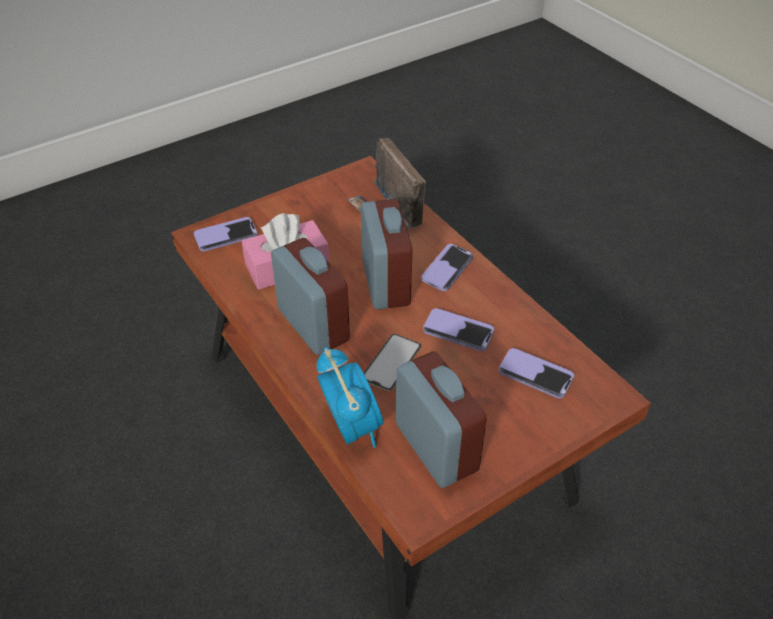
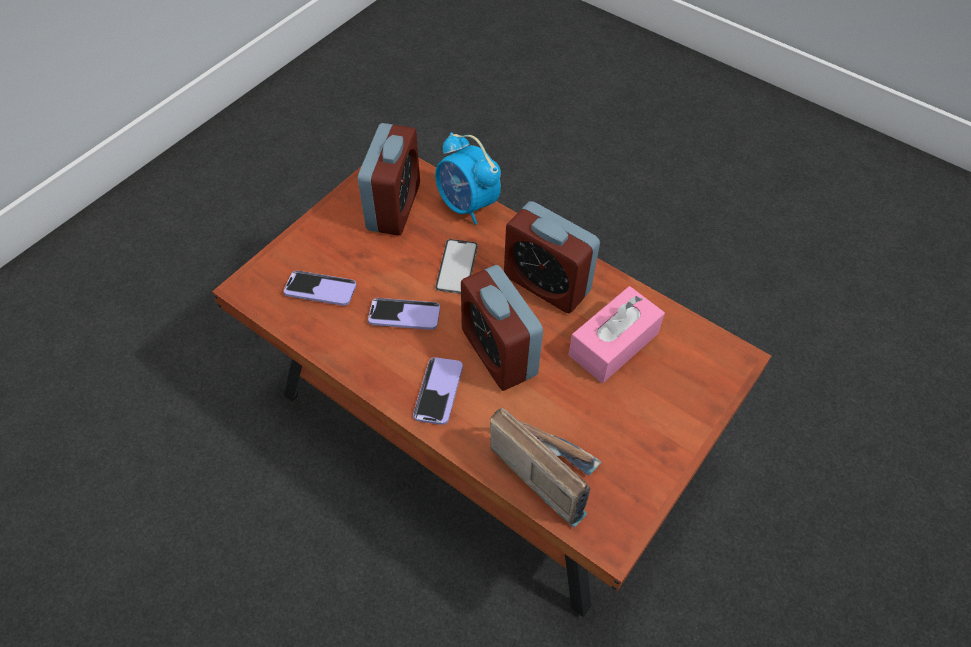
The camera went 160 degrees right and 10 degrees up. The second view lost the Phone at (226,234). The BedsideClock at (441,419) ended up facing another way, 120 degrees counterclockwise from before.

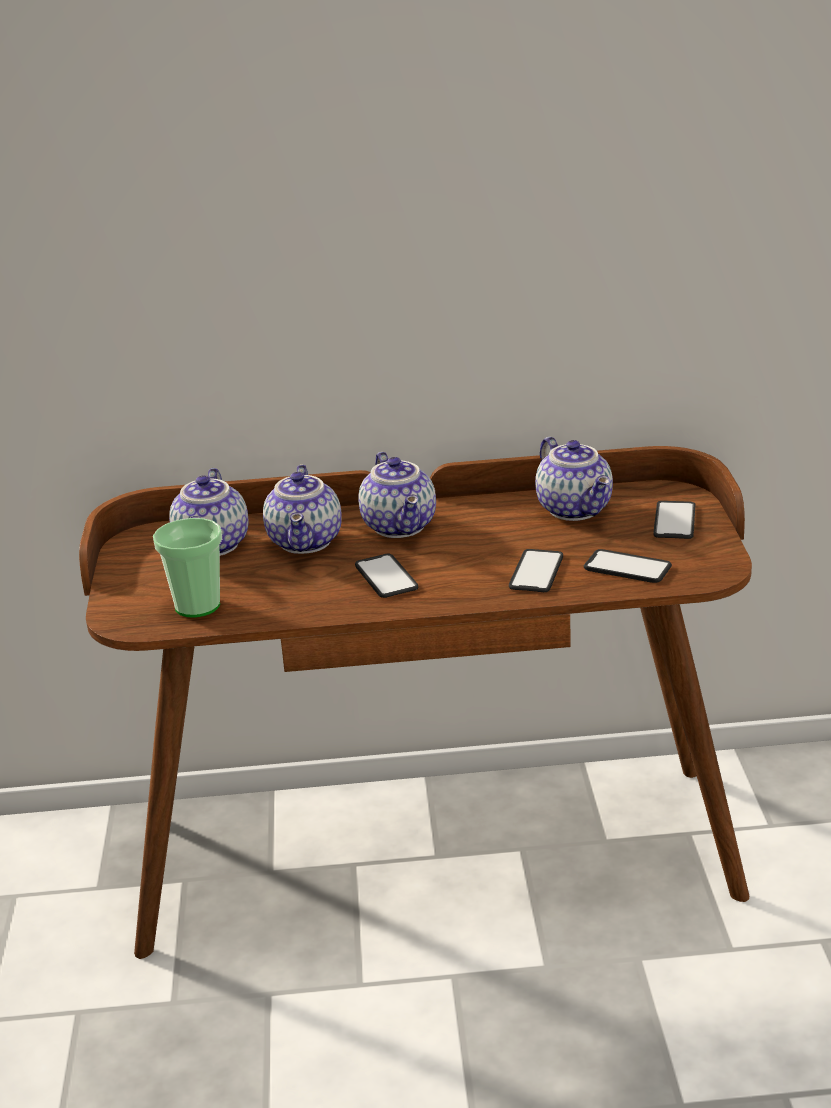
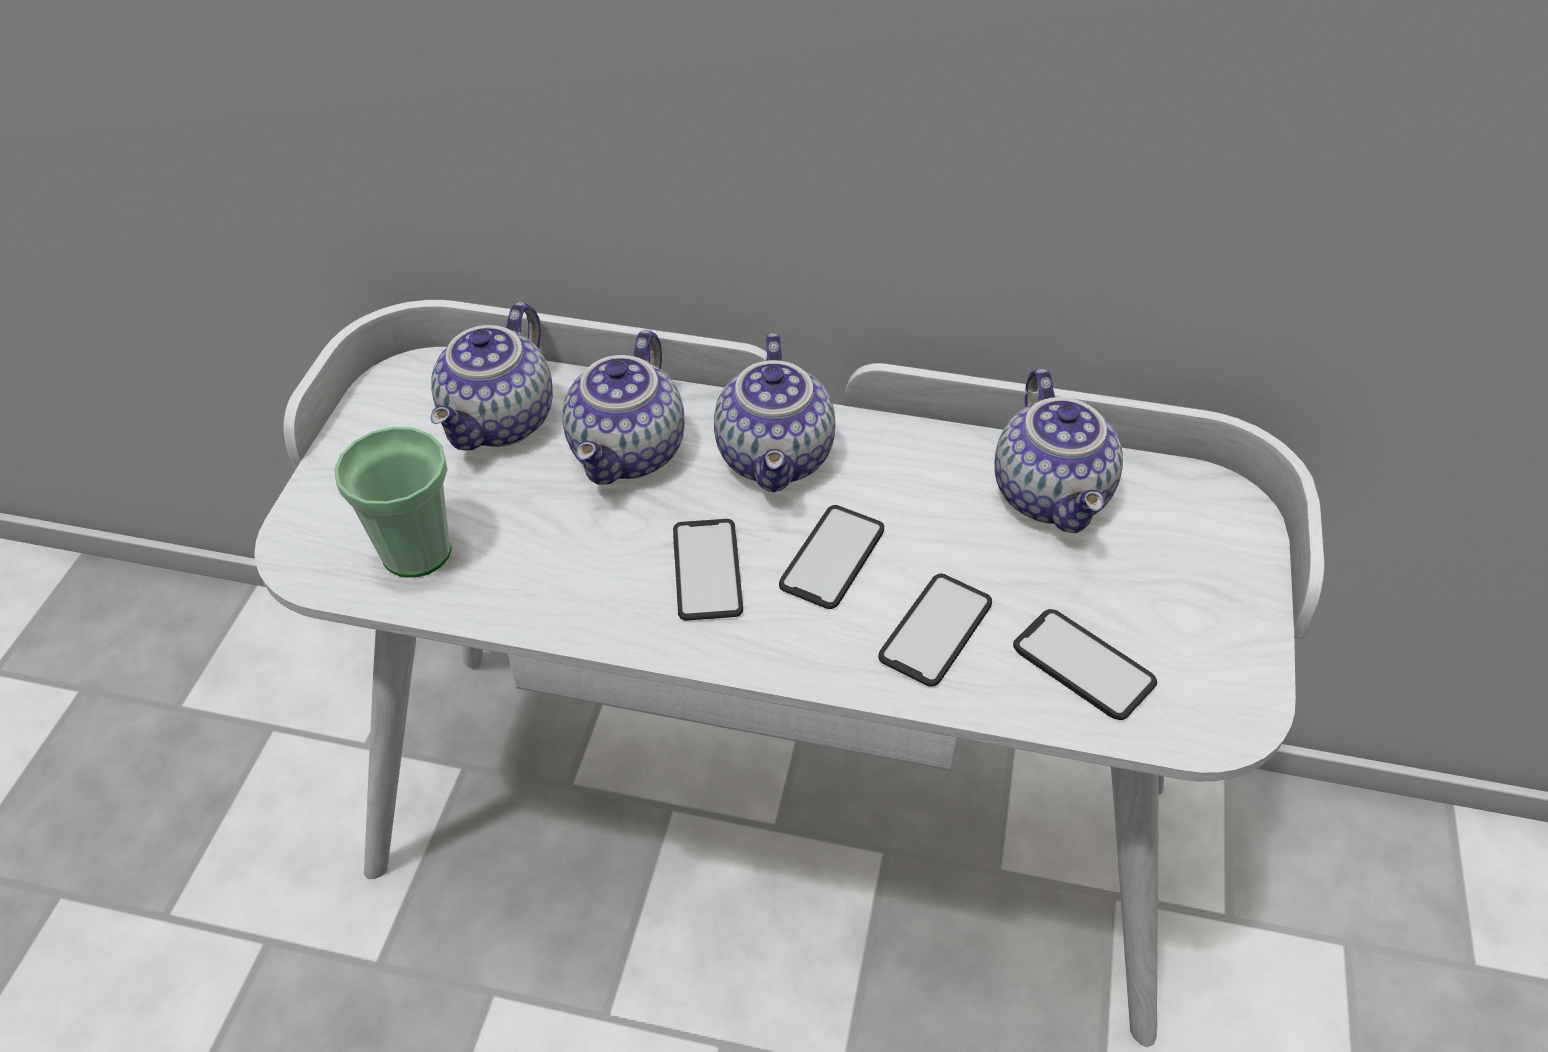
The camera went 15 degrees right and 20 degrees up. What was the BrownColouredDesk at (415,702) turned into the WhiteColouredDesk at (789,673). The Phone ended up elsewhere, having gone from (674,520) to (831,557).

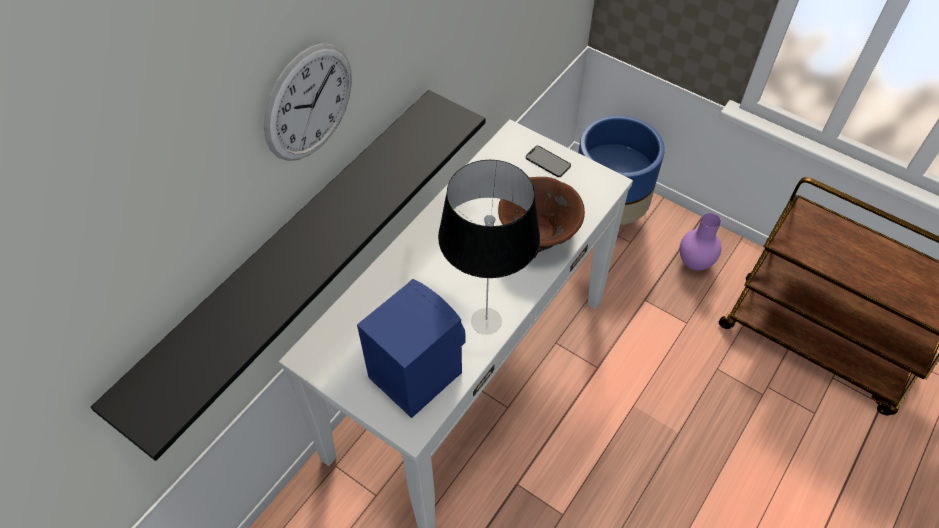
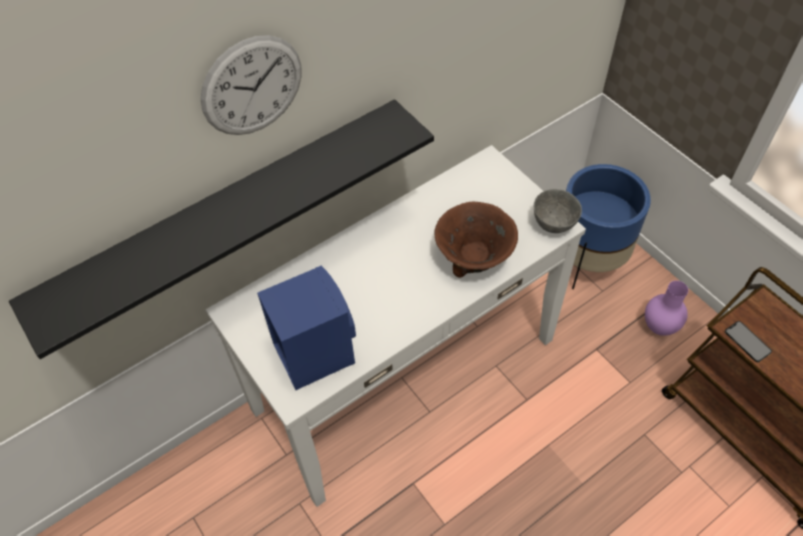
The camera went 20 degrees right and 0 degrees up. The Phone ended up elsewhere, having gone from (548,161) to (748,341). The second view lost the LampForATable at (489,247). The second view gained the GreyishServingBowl at (558,211).

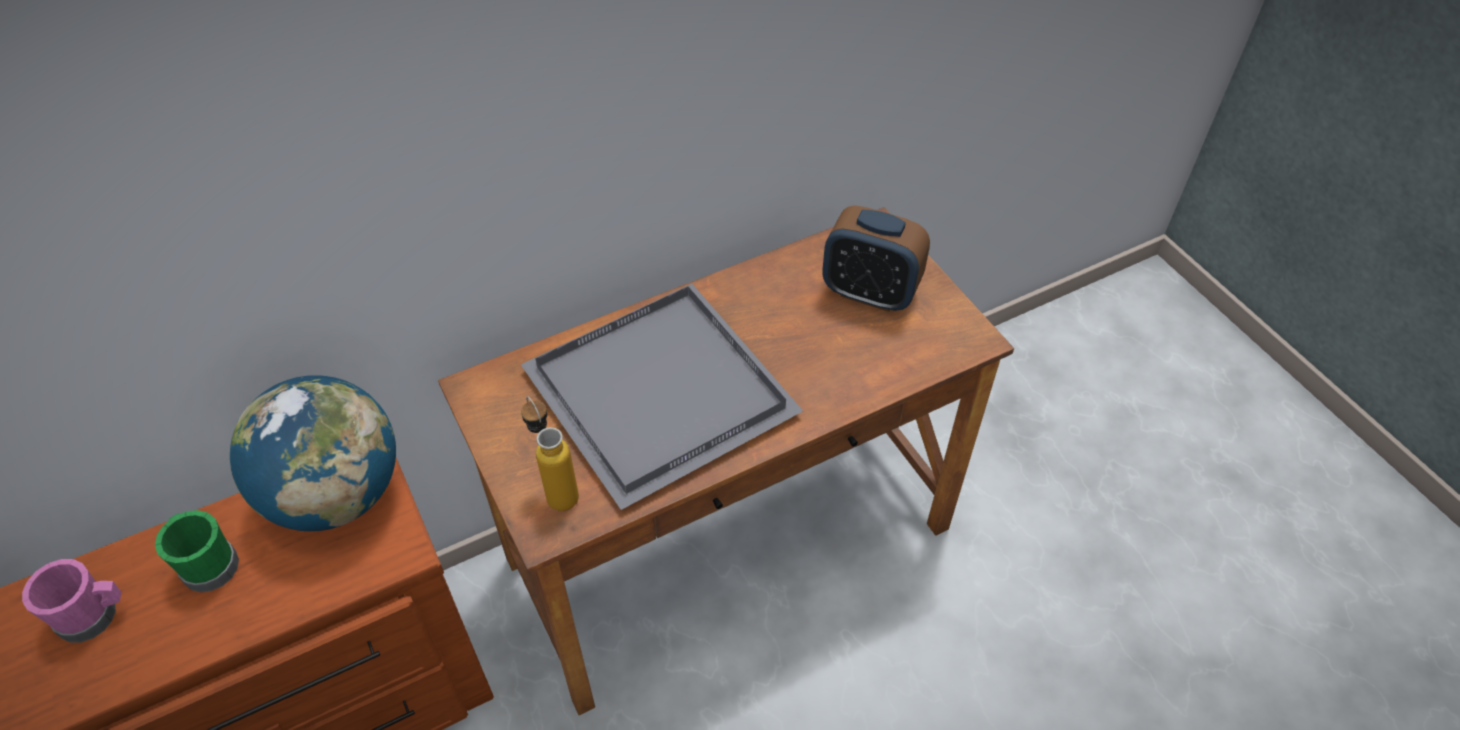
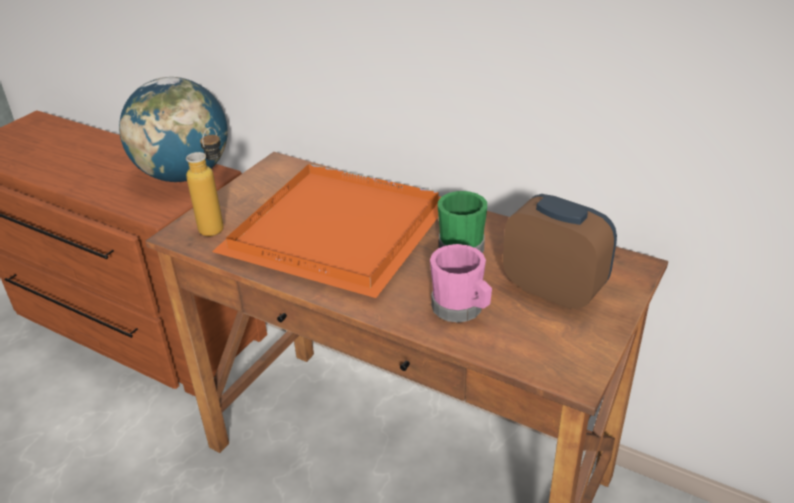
The camera went 60 degrees right and 15 degrees down. The BedsideClock at (876,258) ended up facing another way, 135 degrees clockwise from before. What was the GreyishTray at (662,397) turned into the OrangeColouredTray at (326,231). The GreenMug ended up elsewhere, having gone from (197,551) to (462,222). The PinkishMug ended up elsewhere, having gone from (71,600) to (461,283).

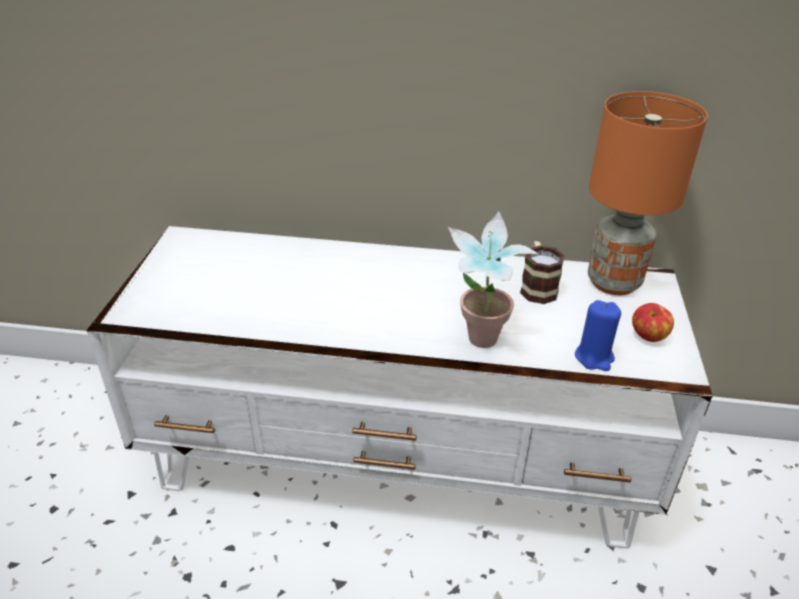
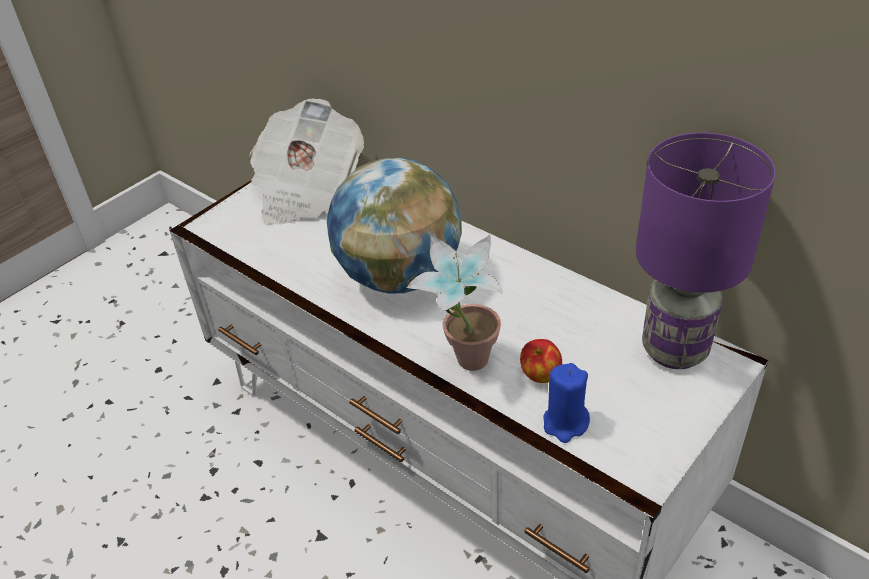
The camera went 35 degrees right and 5 degrees up. What was the OrangeColouredLampForATable at (648,193) turned into the PurplishLampForATable at (706,251). The second view lost the Mug at (542,272). The AppleFruit ended up elsewhere, having gone from (653,322) to (541,361). The second view gained the DailyPaper at (306,161). The second view gained the DeskGlobe at (394,226).

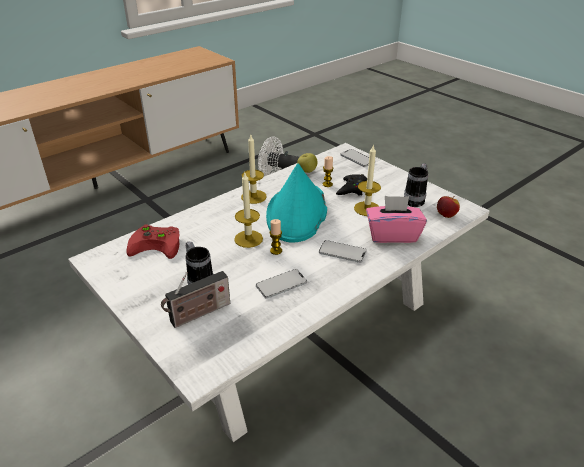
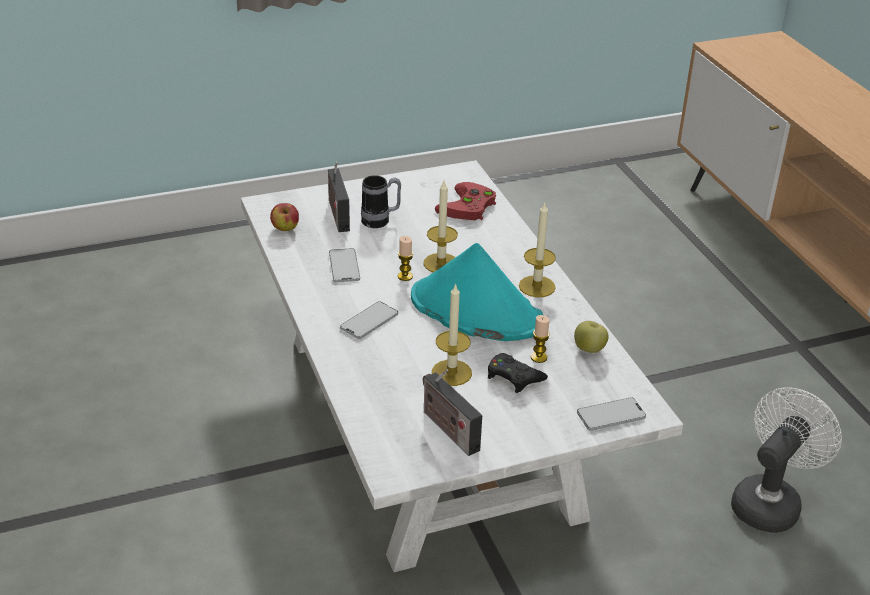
The camera went 110 degrees right and 0 degrees up. Where the Mug stood at (416,185), the RadioSet came to stand at (452,412). The second view lost the PinkishTissueBox at (396,219). The AppleFruit ended up elsewhere, having gone from (448,207) to (284,217).

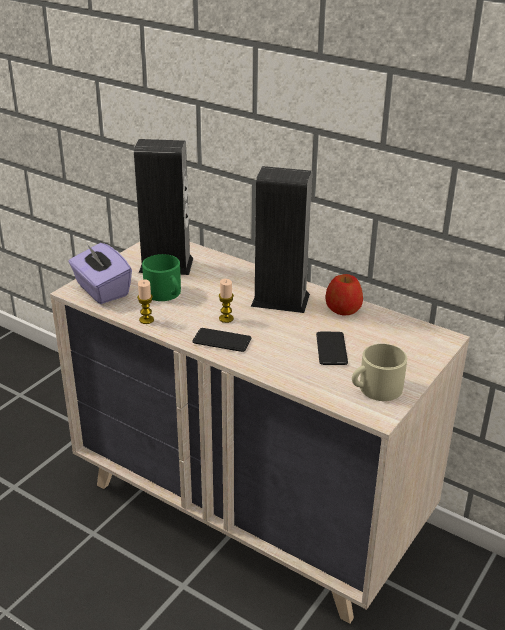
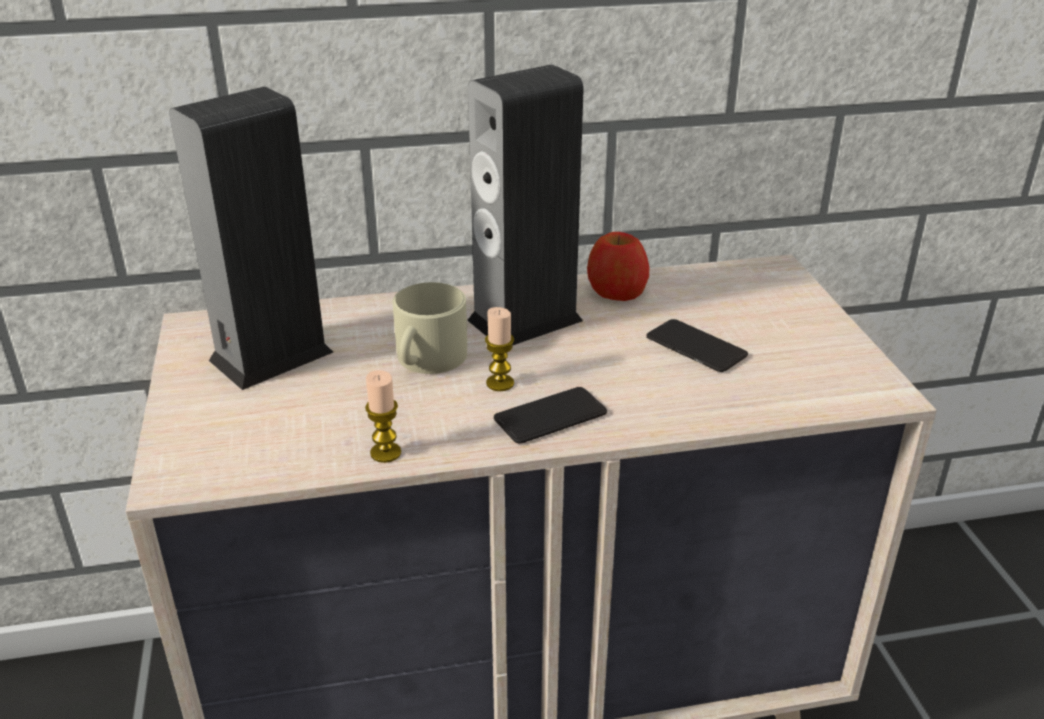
The camera went 45 degrees left and 0 degrees up. The second view lost the PurplishTissueBox at (100,273). The second view lost the GreenMug at (161,277). The BeigeMug ended up elsewhere, having gone from (379,372) to (430,328).

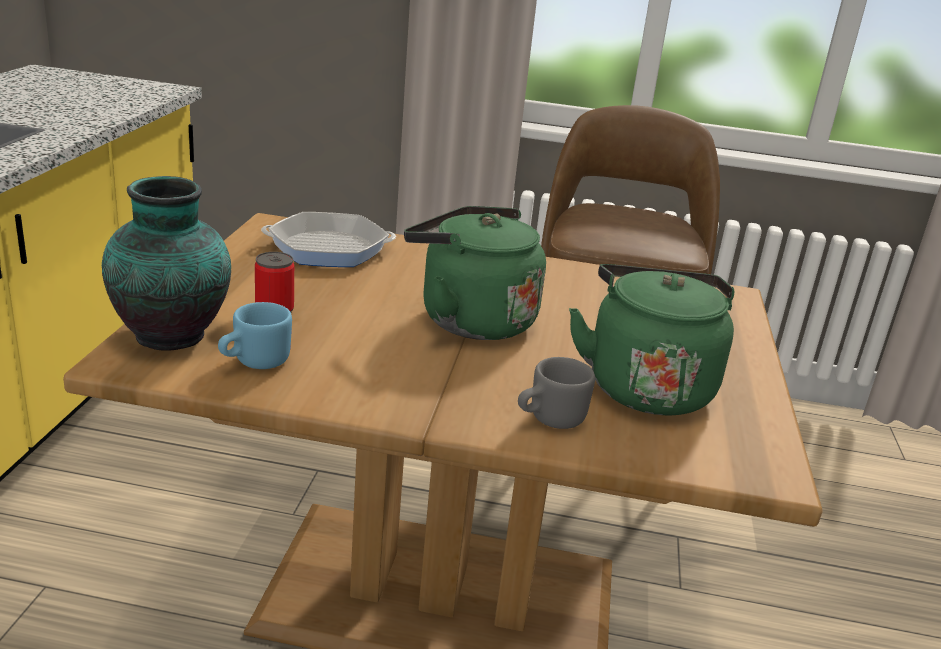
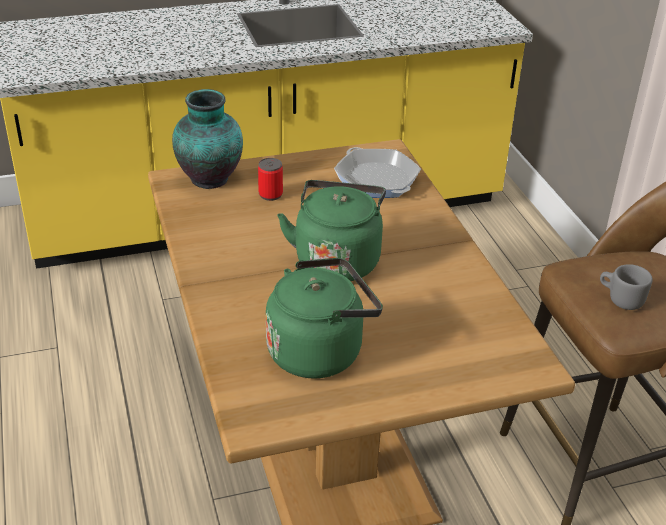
The camera went 65 degrees right and 10 degrees up. The second view lost the BlueColouredMug at (255,335). The GreyishMug ended up elsewhere, having gone from (556,393) to (626,287).

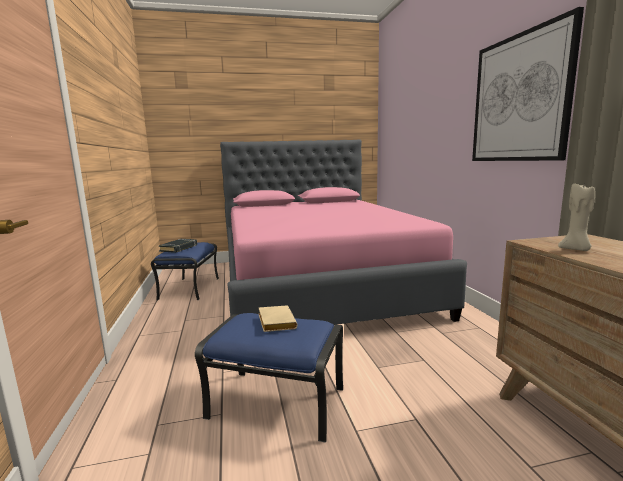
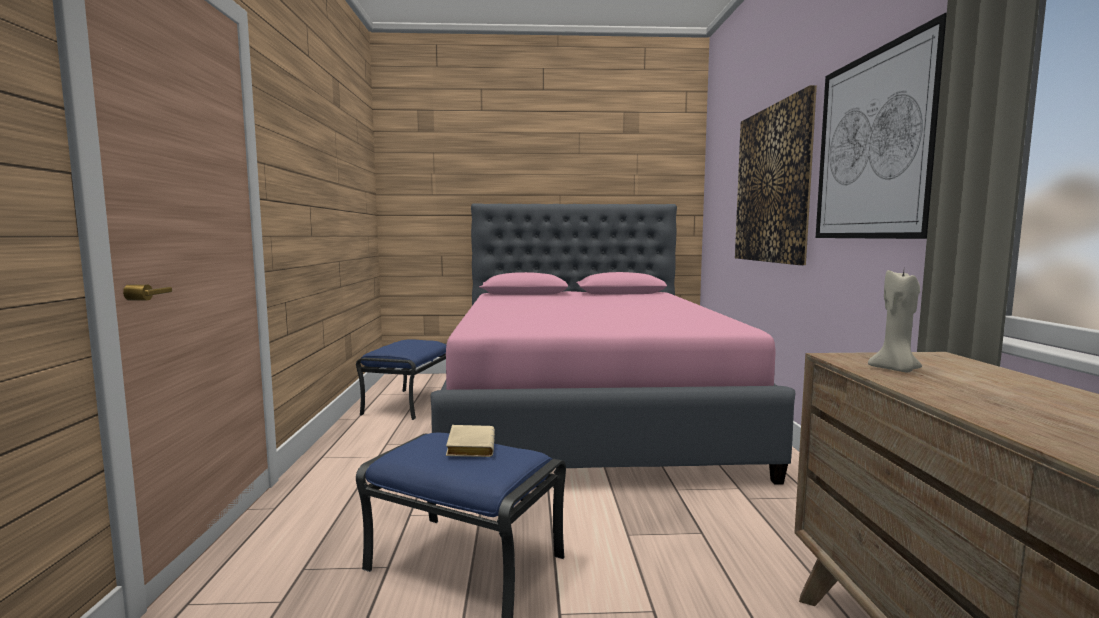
The camera went 10 degrees right and 5 degrees down. The second view lost the BlackishVolume at (178,246). The second view gained the WallPicture at (776,175).

